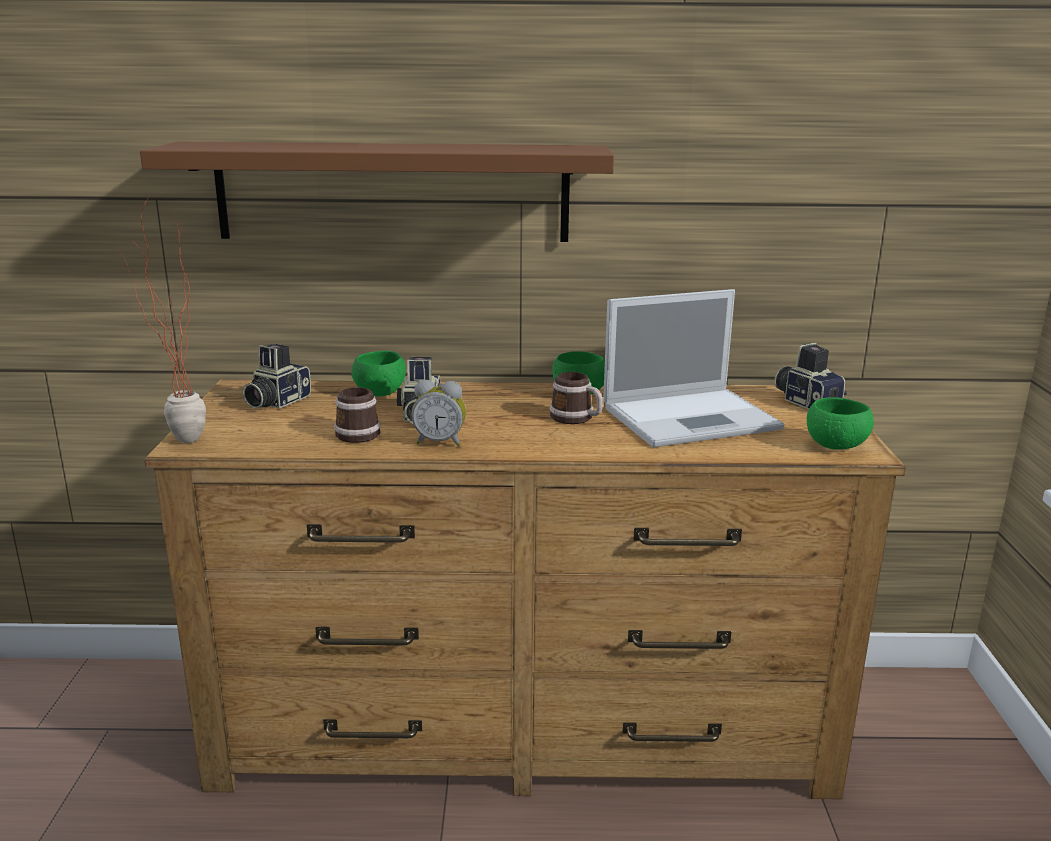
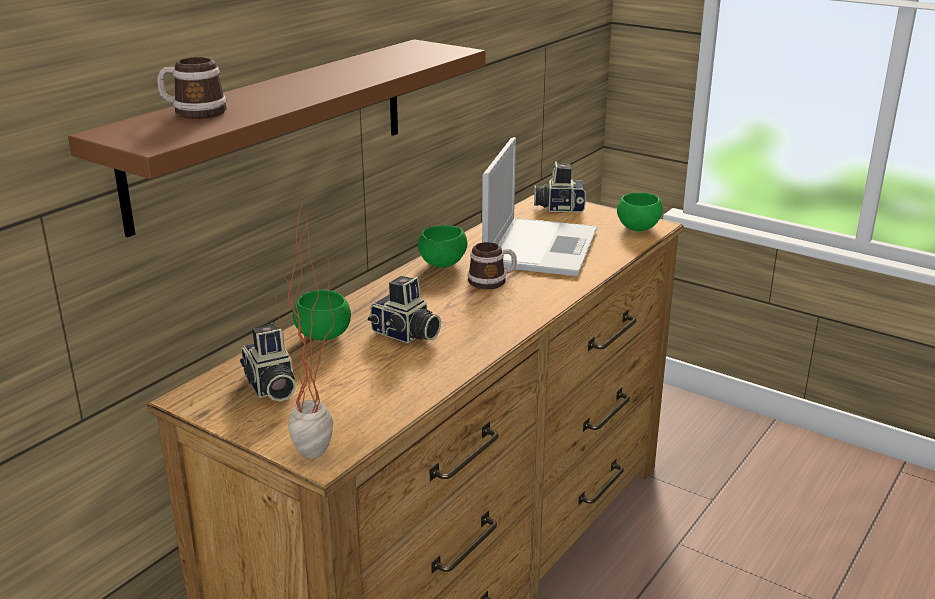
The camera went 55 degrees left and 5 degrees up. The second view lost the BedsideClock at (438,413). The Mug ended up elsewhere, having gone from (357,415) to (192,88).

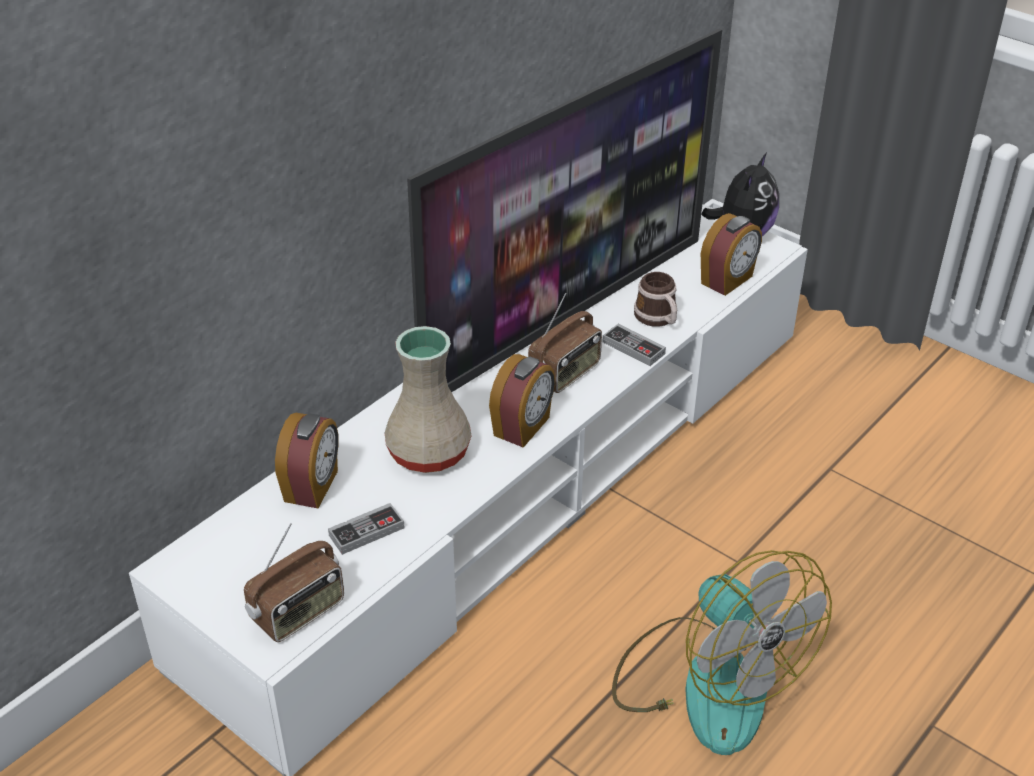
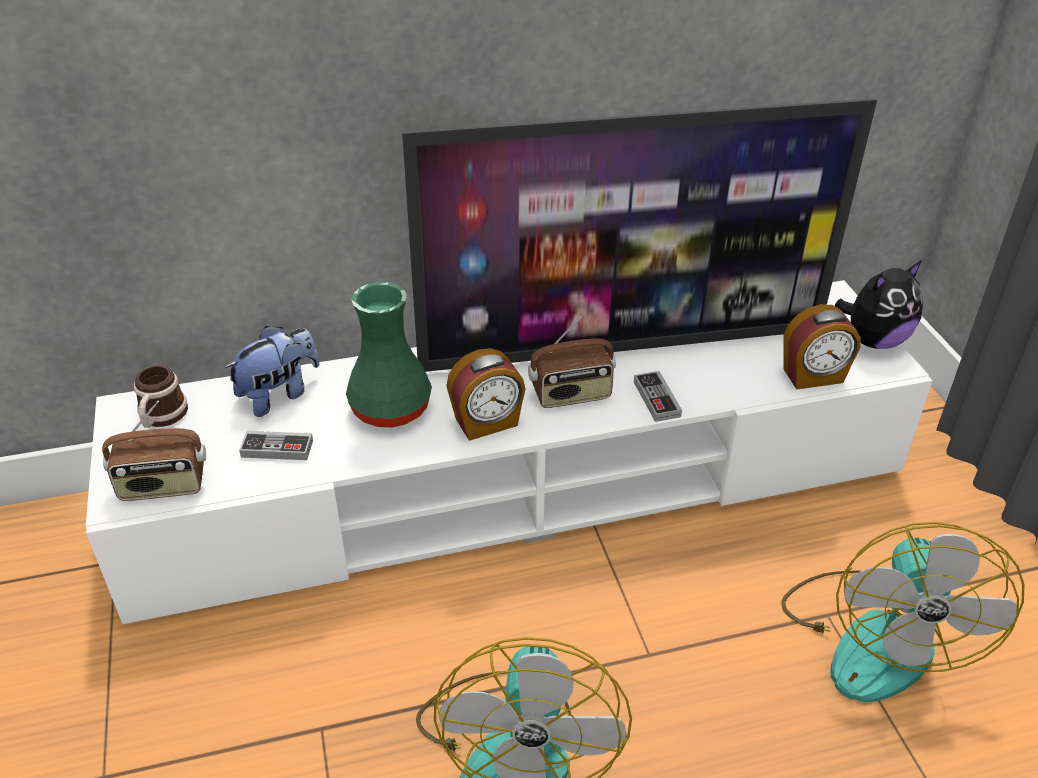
The camera went 35 degrees right and 0 degrees up. The Mug ended up elsewhere, having gone from (655,299) to (161,397). What was the BeigeDecorativeVase at (428,399) turned into the GreenDecorativeVase at (389,355). Where the BedsideClock stood at (307,460), the SoftToy came to stand at (272,371). The second view gained the ElectricFan at (903,612).

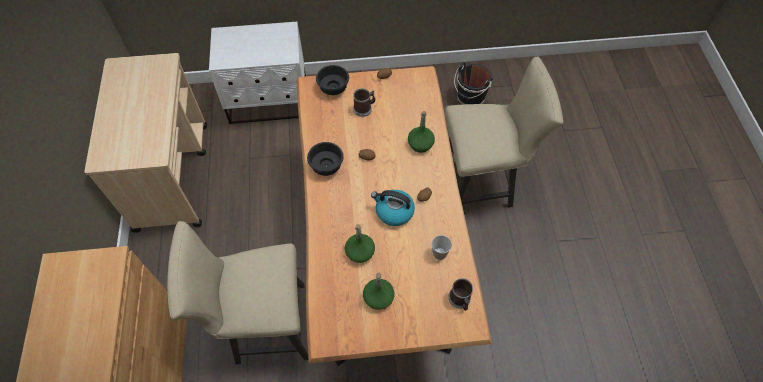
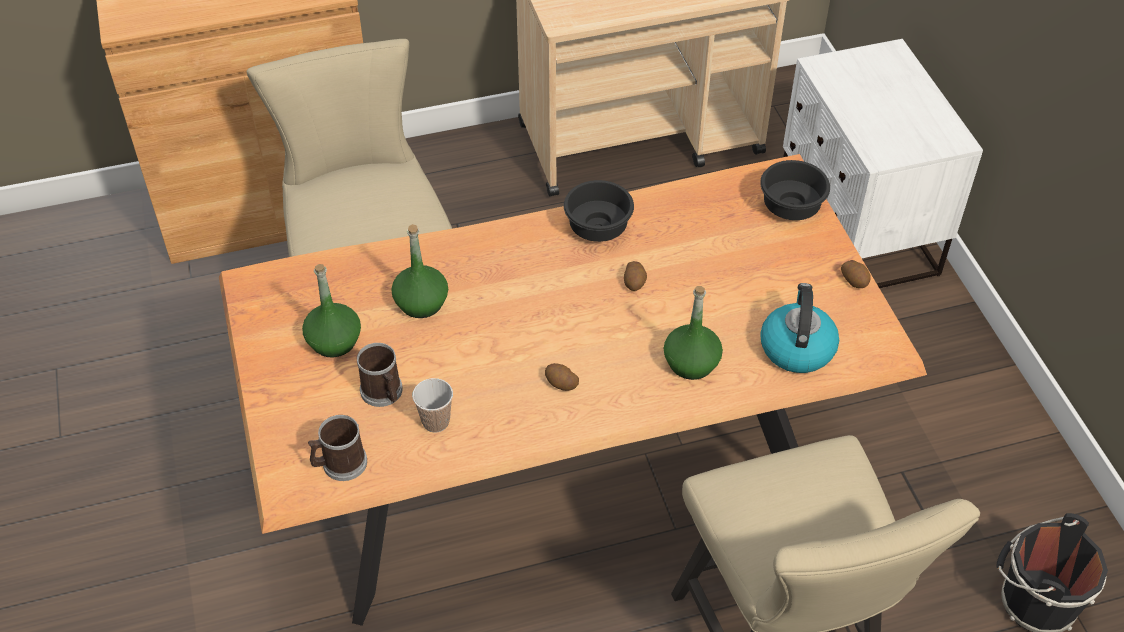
The camera went 80 degrees right and 10 degrees down. The Mug ended up elsewhere, having gone from (364,102) to (380,375). The Kettle ended up elsewhere, having gone from (393,208) to (799,328).

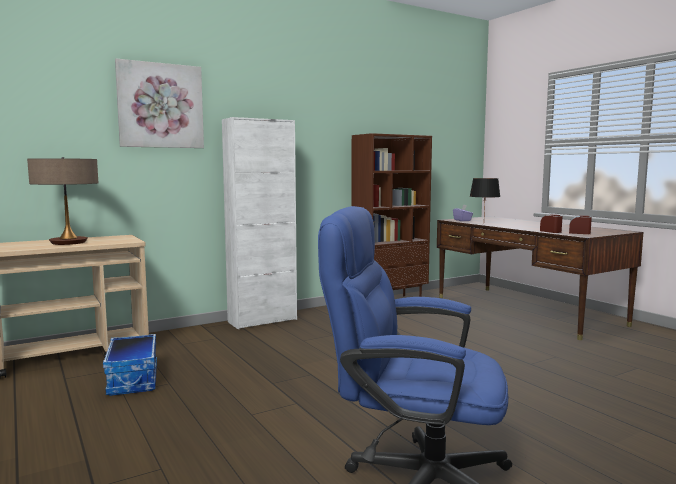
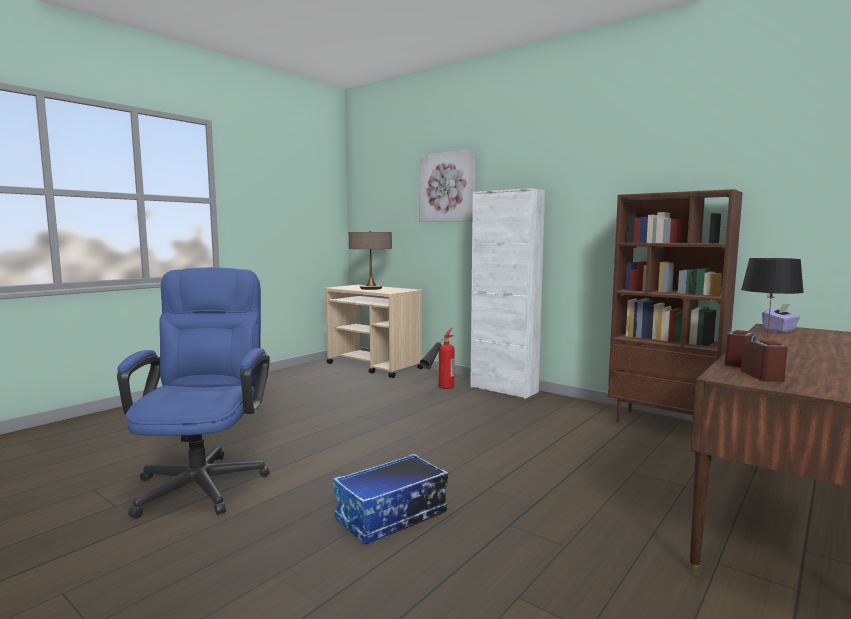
The camera went 70 degrees right and 0 degrees up. The StorageBox ended up elsewhere, having gone from (130,365) to (390,499). The second view gained the FireFightingCylinder at (437,358).

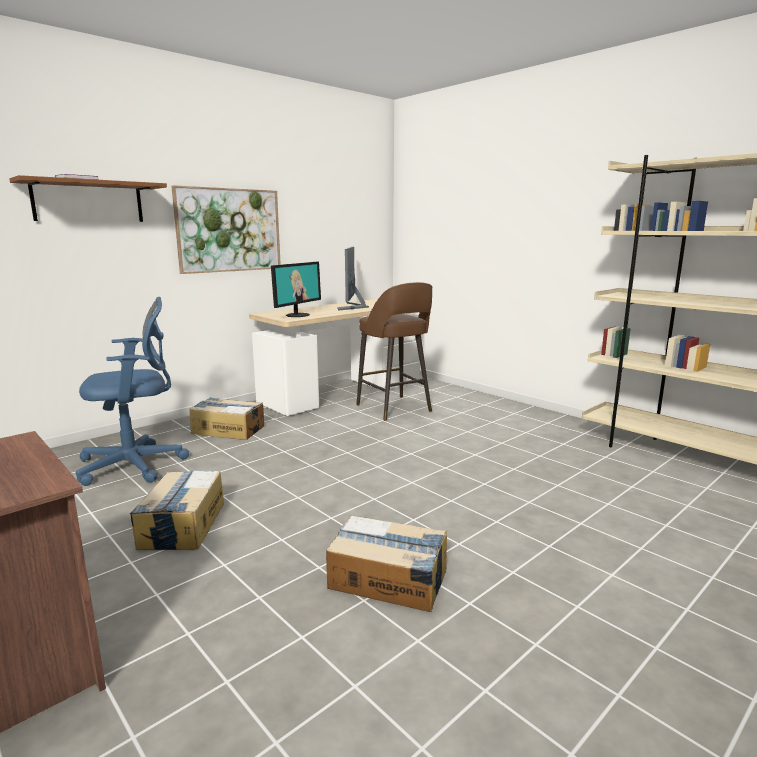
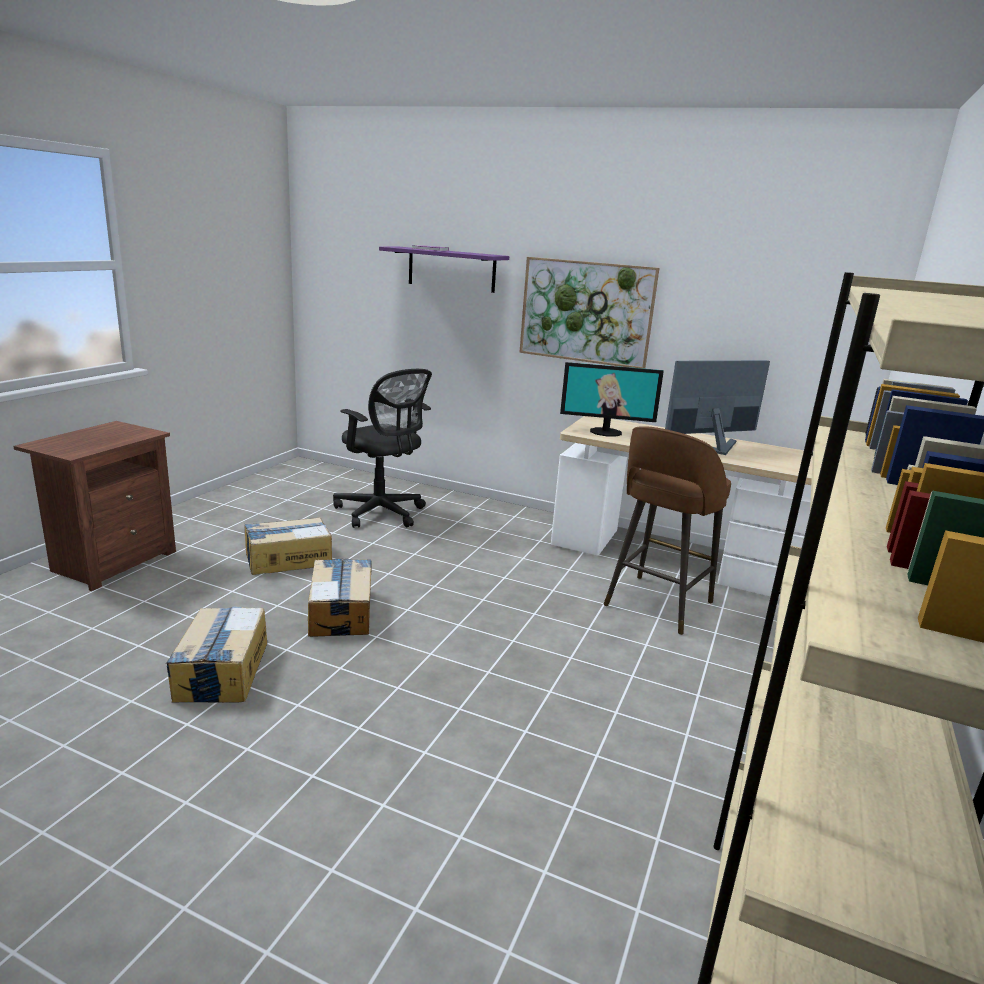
The camera went 65 degrees right and 5 degrees up. What was the BrownColouredShelf at (88,198) turned into the PurplishShelf at (444,269). What was the BlueColouredDeskChair at (132,391) turned into the BlackishDeskChair at (382,448). The Carton ended up elsewhere, having gone from (226,418) to (340,597).

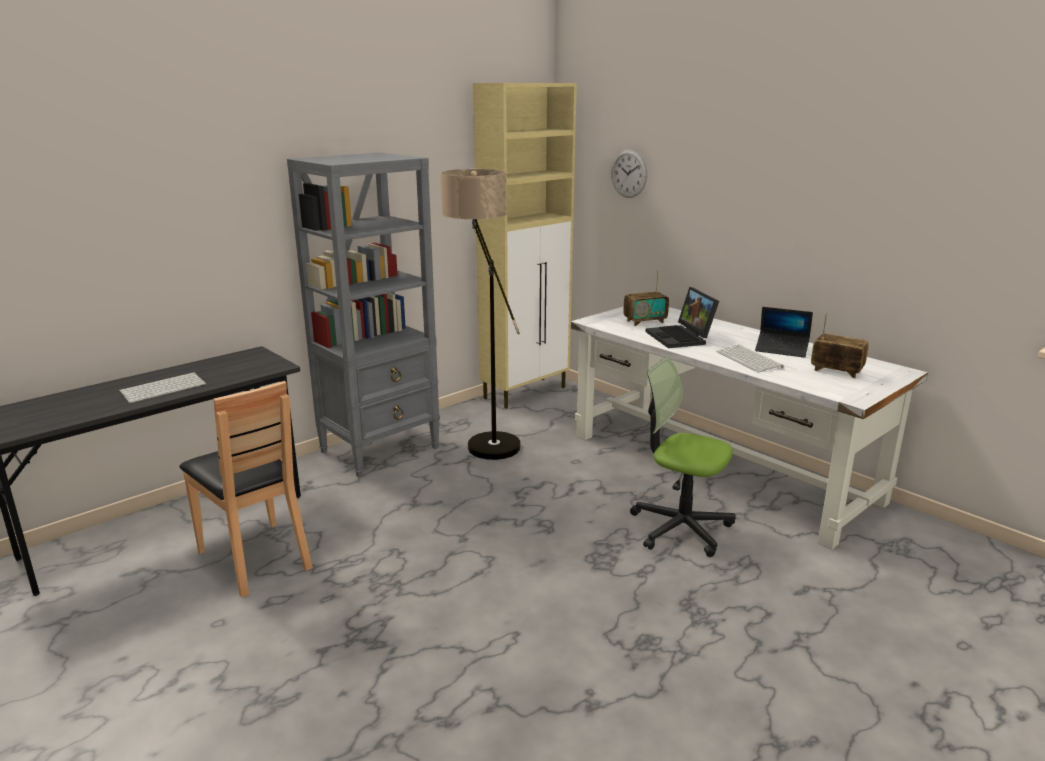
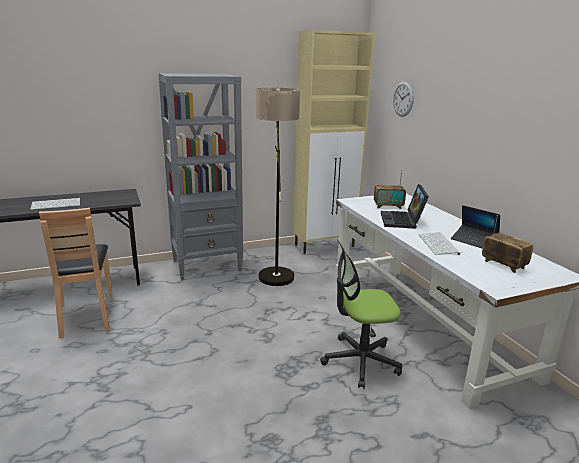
The camera went 20 degrees right and 0 degrees up. The DeskChair at (683,457) ended up facing another way, 60 degrees counterclockwise from before.

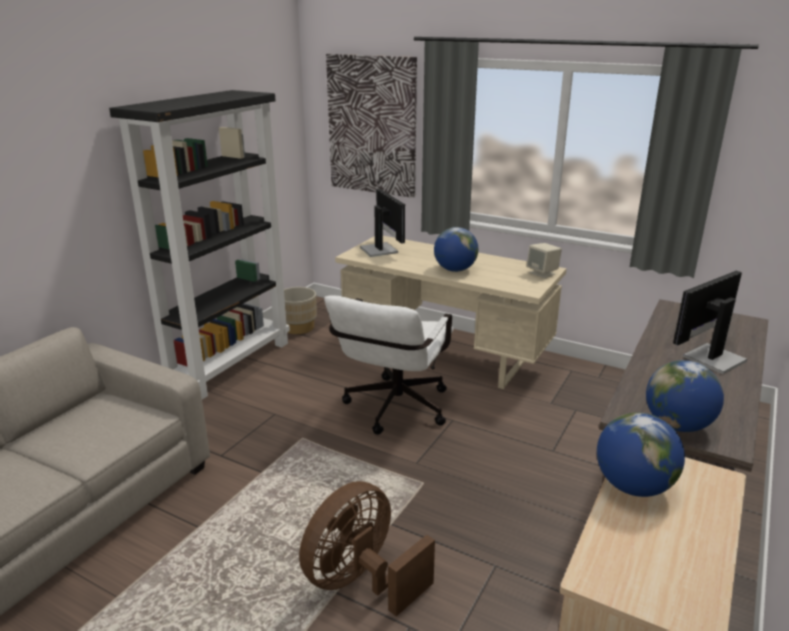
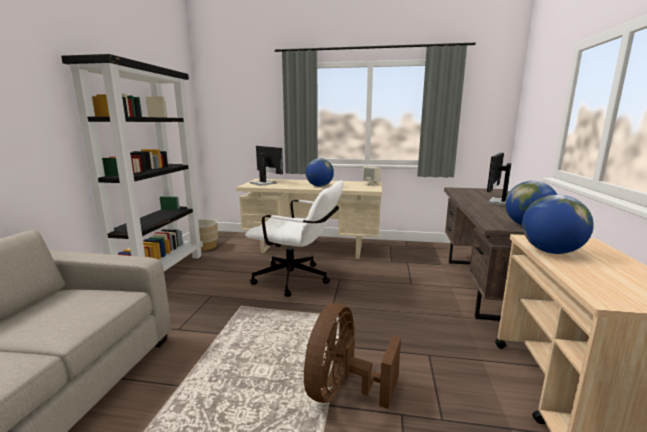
The camera went 20 degrees left and 10 degrees down. The second view lost the WallPicture at (371,126). The WhiteColouredDeskChair at (388,365) ended up facing another way, 75 degrees counterclockwise from before.

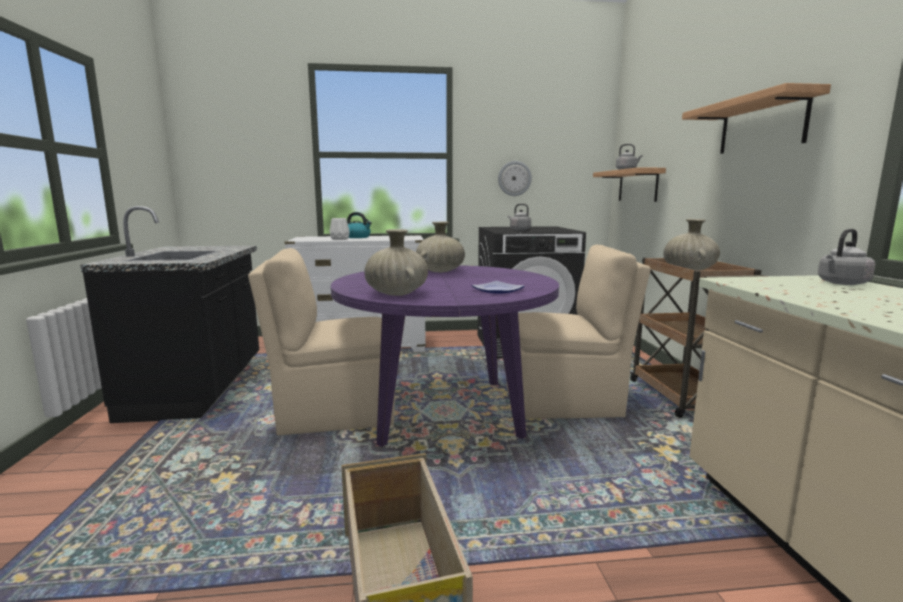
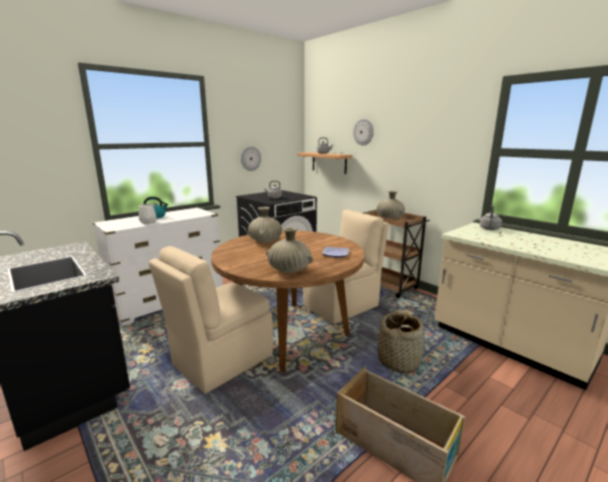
The camera went 35 degrees left and 5 degrees up. The second view lost the Shelf at (756,118). What was the PurplishKitchenTable at (445,356) turned into the BrownColouredKitchenTable at (287,301). The second view gained the ClockOnTheWall at (363,132). The second view gained the StorageBasket at (401,342).

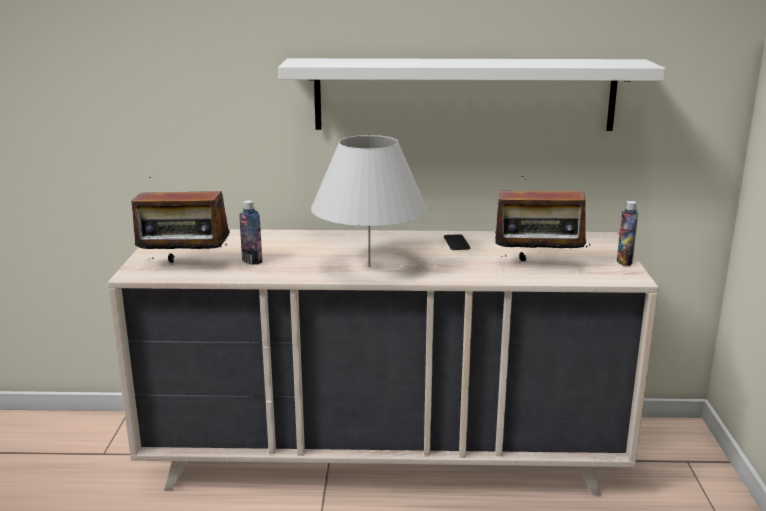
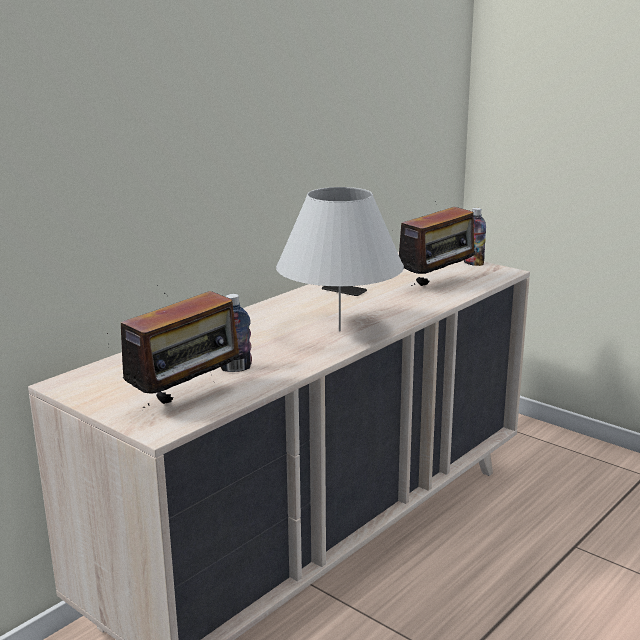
The camera went 50 degrees left and 0 degrees up. The second view lost the WhiteColouredShelf at (471,94).

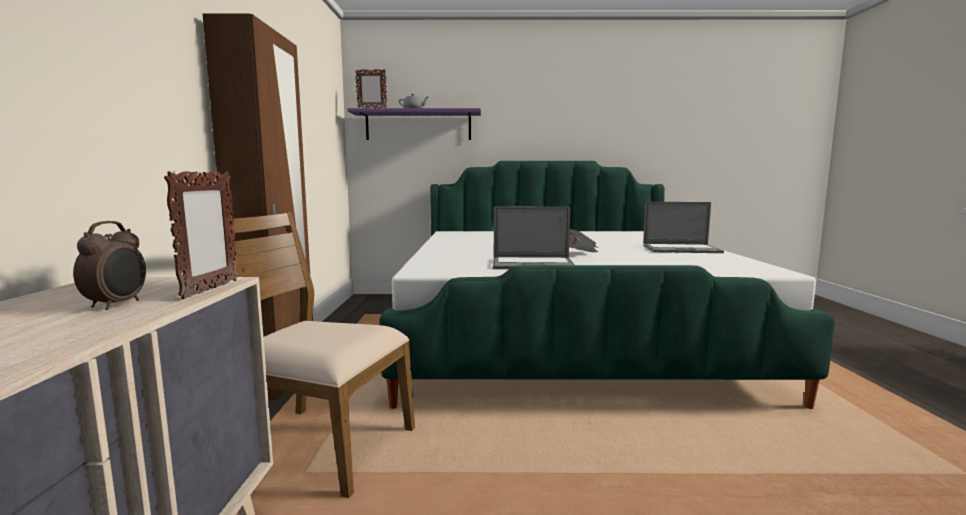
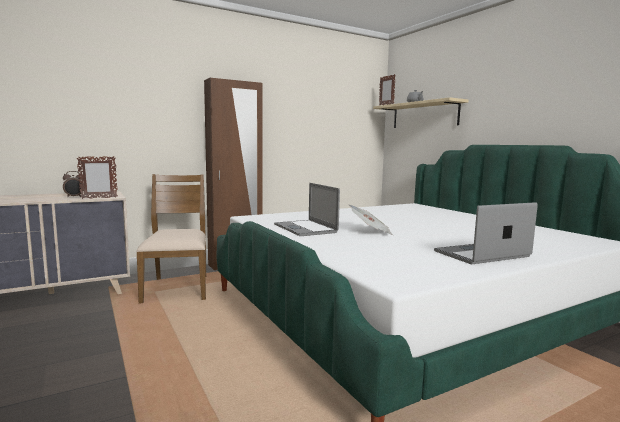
The camera went 60 degrees right and 0 degrees up. What was the PurplishShelf at (414,124) turned into the BeigeShelf at (421,112). The Laptop at (683,227) ended up facing another way, 90 degrees clockwise from before.

